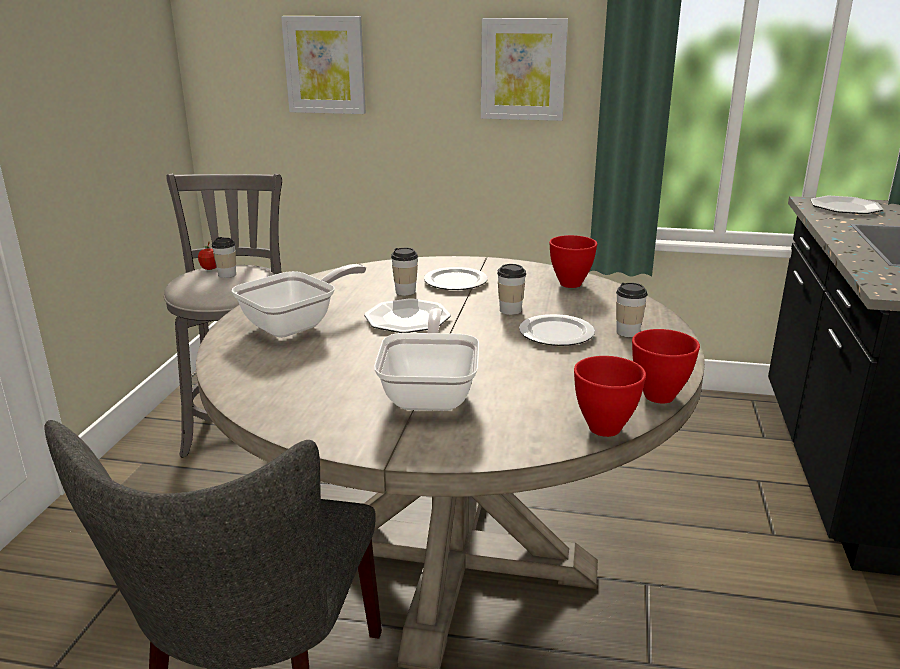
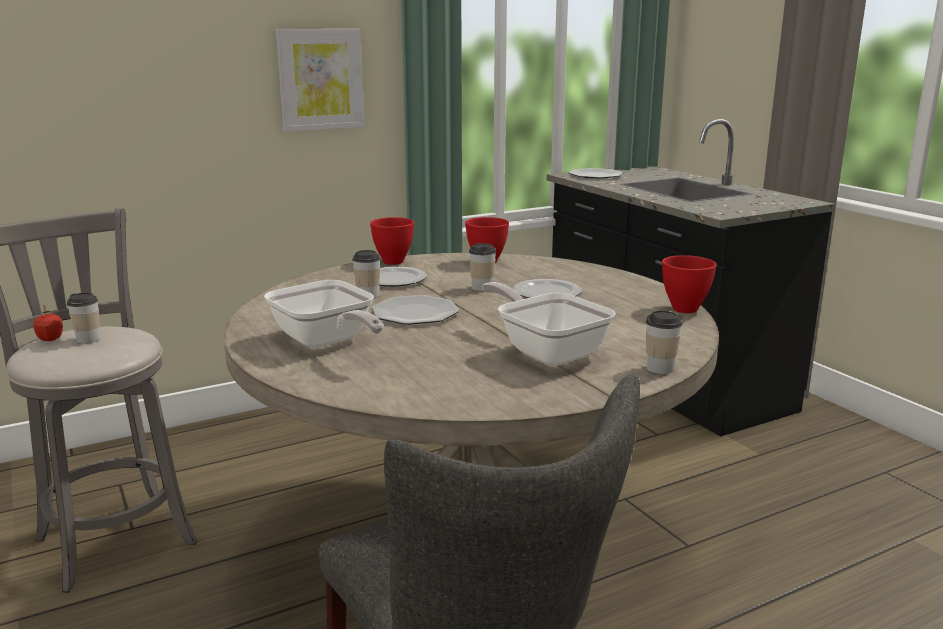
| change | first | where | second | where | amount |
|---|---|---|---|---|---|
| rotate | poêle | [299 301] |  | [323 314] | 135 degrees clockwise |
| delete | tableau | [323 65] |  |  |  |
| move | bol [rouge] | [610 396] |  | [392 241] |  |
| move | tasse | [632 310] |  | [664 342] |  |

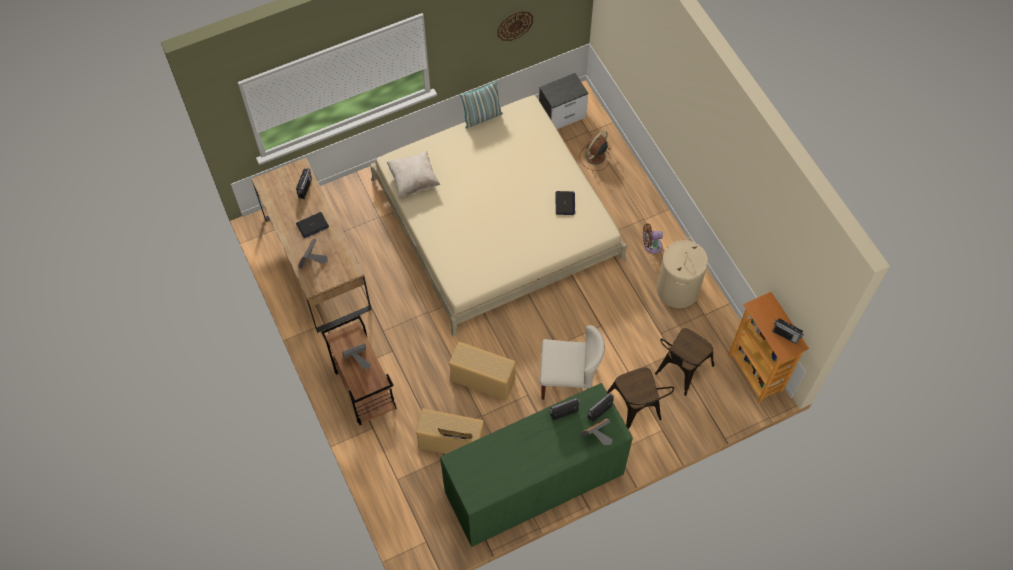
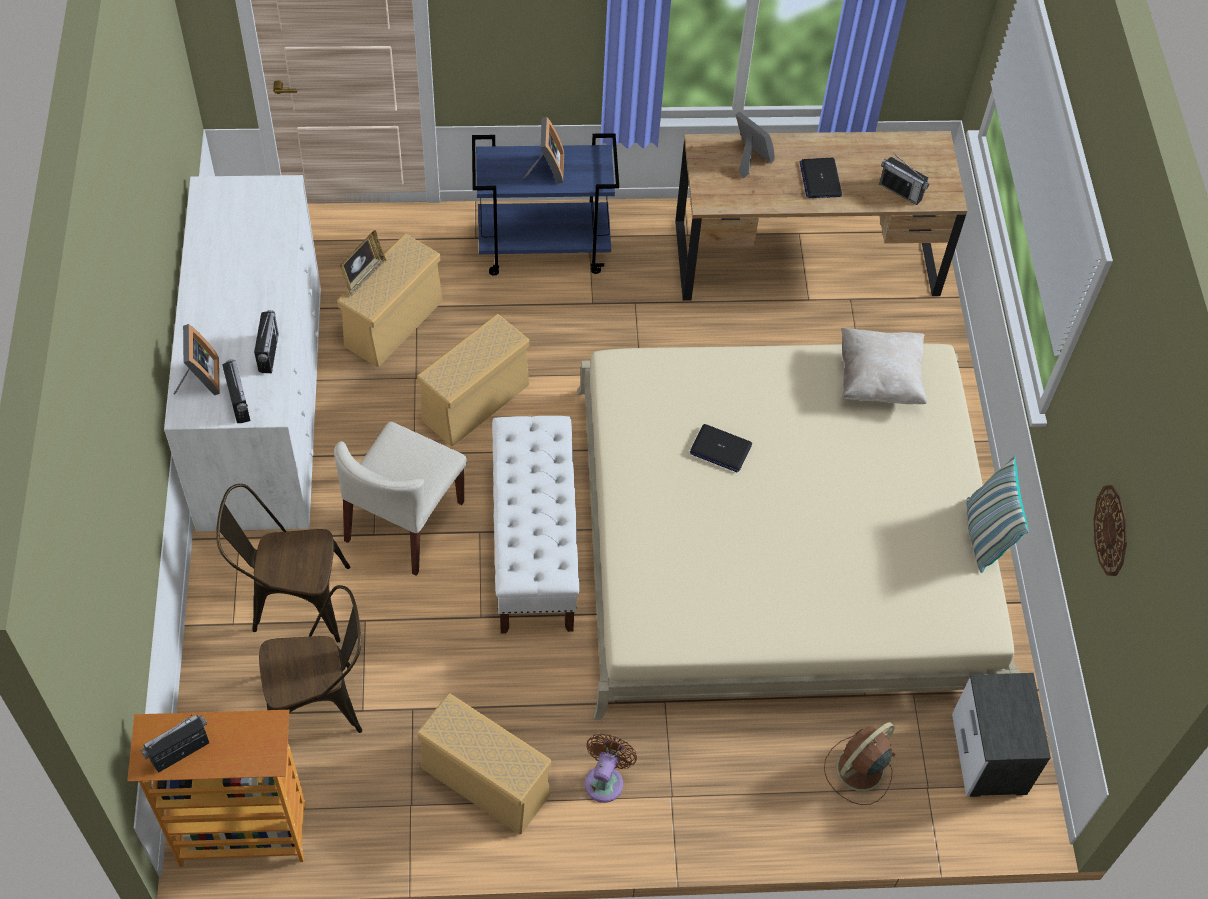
| change | first | where | second | where | amount |
|---|---|---|---|---|---|
| recolor | chariot [marron] | [359 370] | chariot [bleu] | [545 204] |  |
| recolor | commode [vert] | [536 465] | commode [blanc] | [242 353] |  |
| move | ordinateur portable | [565 203] |  | [721 448] |  |
| rotate | ventilateur [marron] | [594 151] |  | [860 763] | 105 degrees counterclockwise |
| rotate | chaise [marron] | [684 362] |  | [310 659] | 105 degrees clockwise |
| replace | panier à linge [beige] | [682 272] | boîte de rangement [beige] | [484 763] |  |
| insert |  |  | banc [blanc] | [535 525] |  |

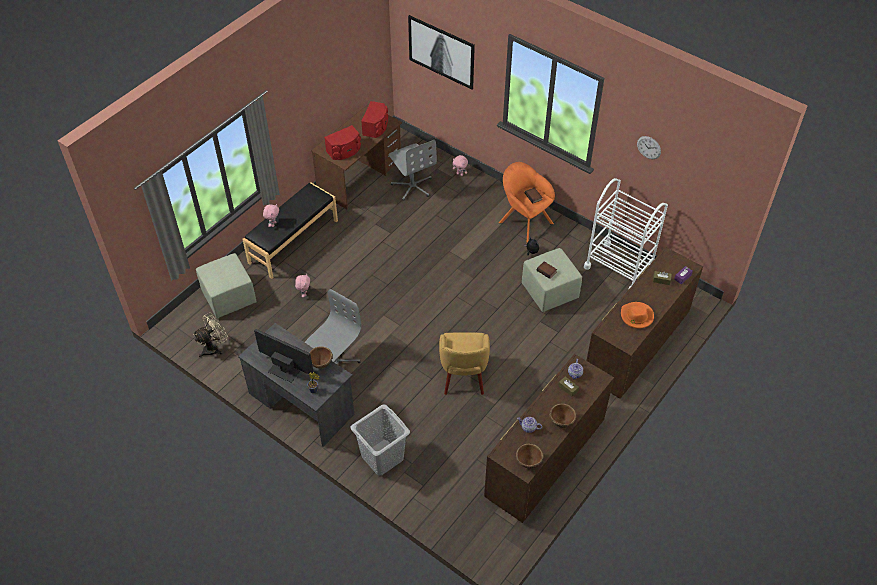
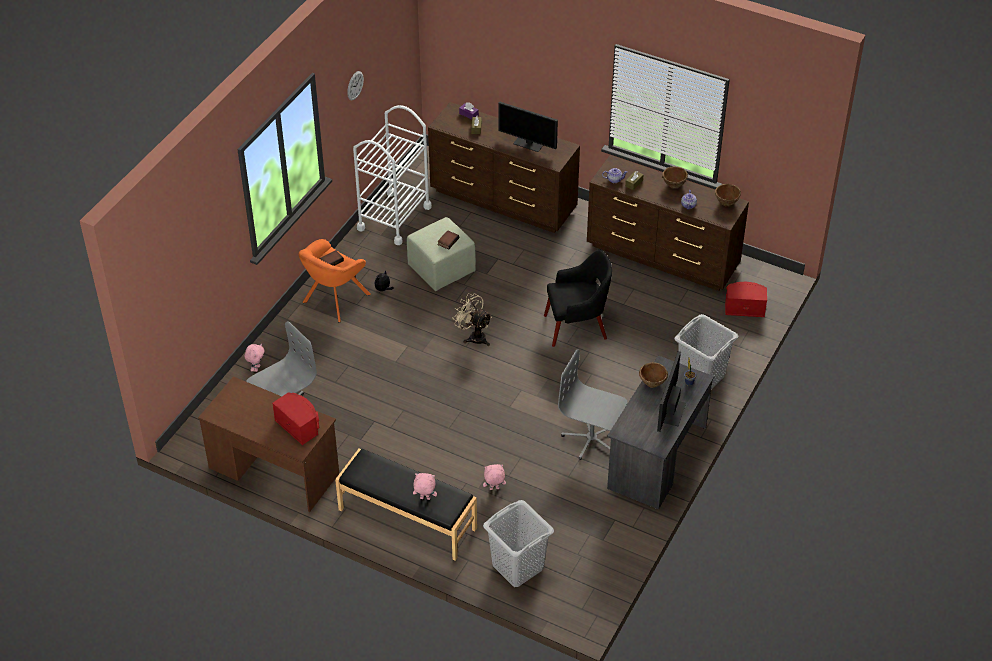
| change | first | where | second | where | amount |
|---|---|---|---|---|---|
| move | ventilateur [beige] | [210 334] |  | [472 319] |  |
| replace | pouf [vert] | [226 285] | panier à linge [gris] | [518 543] |  |
| move | enceinte [rouge] | [374 119] |  | [746 299] |  |
| delete | tableau | [441 52] |  |  |  |
| recolor | fauteuil [jaune] | [464 364] | fauteuil [noir] | [578 298] |  |
| replace | chapeau [orange] | [637 315] | écran d'ordinateur | [528 127] |  |

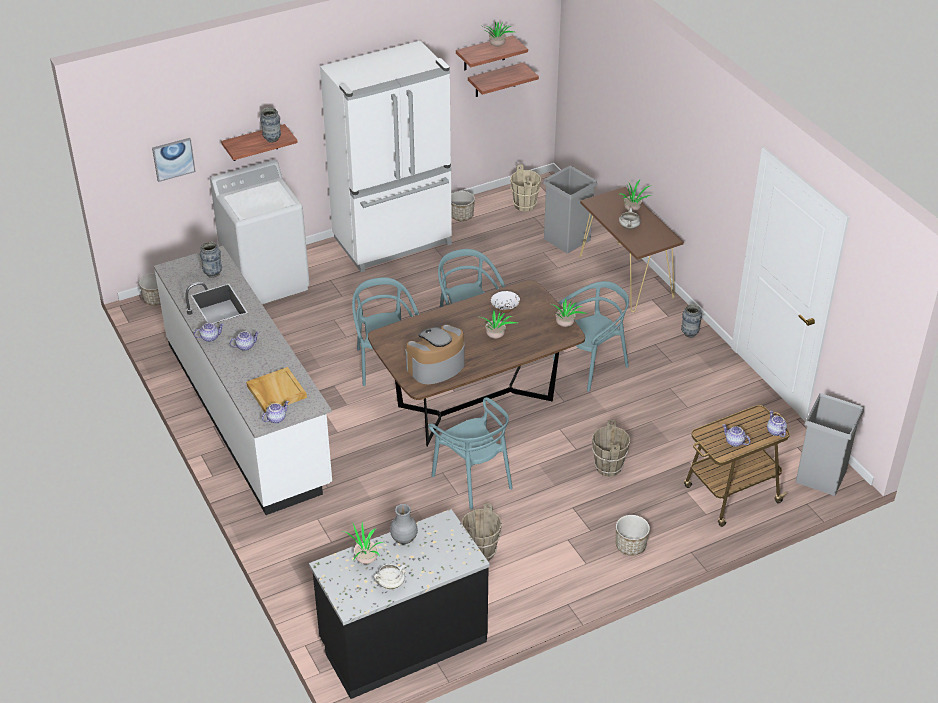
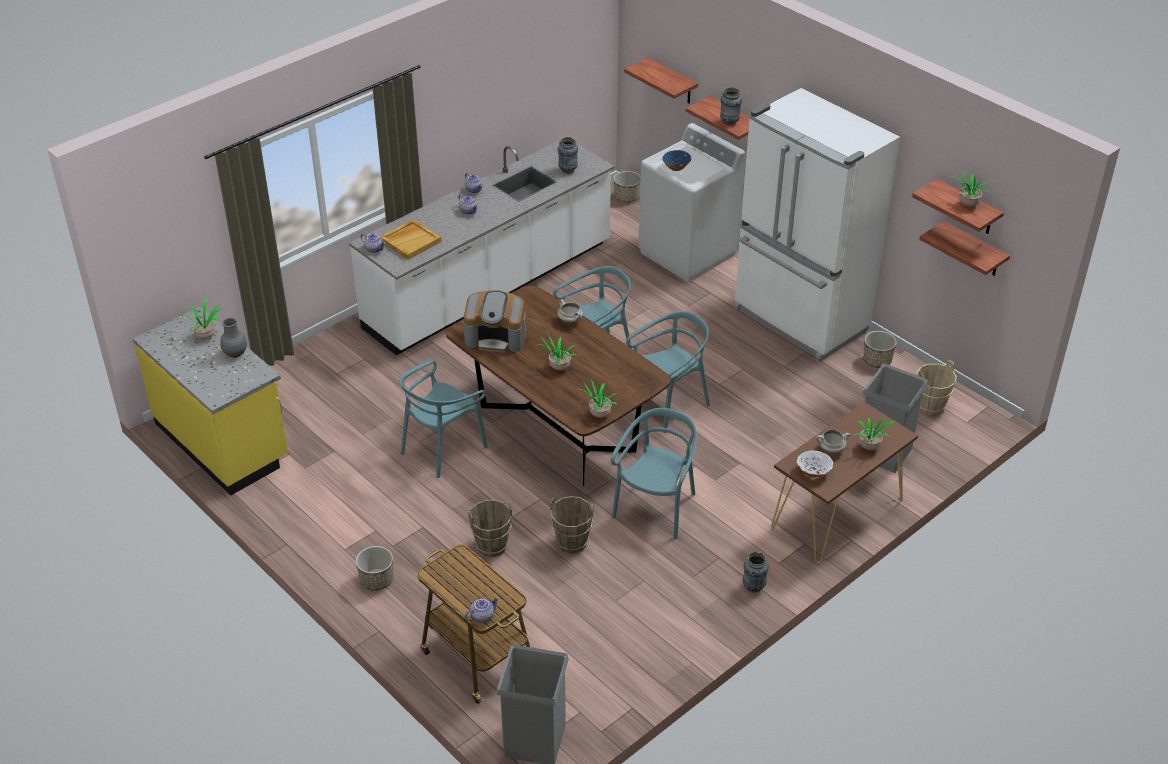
| change | first | where | second | where | amount |
|---|---|---|---|---|---|
| replace | tableau | [174 160] | étagère | [661 81] |  |
| recolor | comptoir de cuisine [noir] | [399 604] | comptoir de cuisine [jaune] | [210 401] |  |
| move | marmite [blanc] | [390 576] |  | [570 311] |  |
| rotate | machine à café | [435 354] |  | [494 322] | 150 degrees clockwise |
| move | seau [marron] | [482 532] |  | [572 524] |  |
| move | bol [blanc] | [505 302] |  | [815 464] |  |
| rotate | chaise [turquoise] | [591 336] |  | [654 474] | 105 degrees counterclockwise |
| delete | théière | [736 435] |  |  |  |
| insert |  |  | bol [bleu] | [677 160] |  |

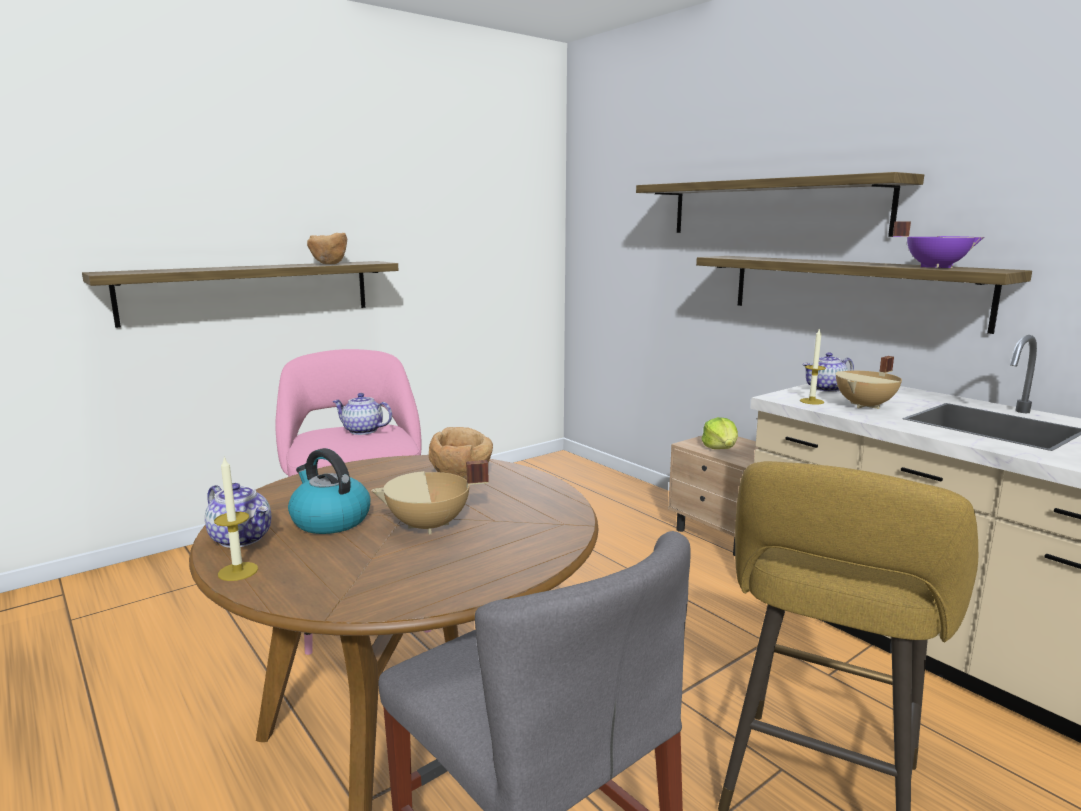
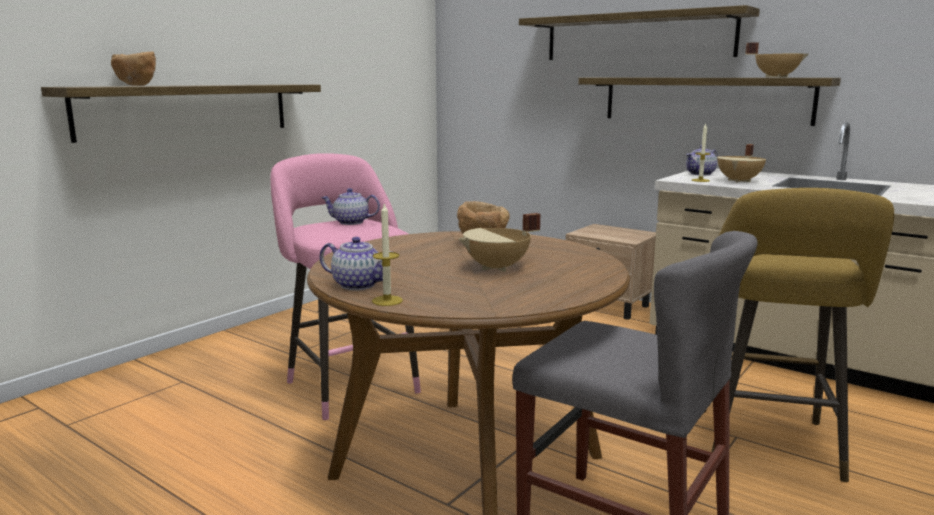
| change | first | where | second | where | amount |
|---|---|---|---|---|---|
| delete | bouilloire | [329 491] |  |  |  |
| move | bol [marron] | [327 248] |  | [133 68] |  |
| delete | laitue | [719 433] |  |  |  |
| recolor | marmite [violet] | [938 245] | marmite [beige] | [777 60] |  |

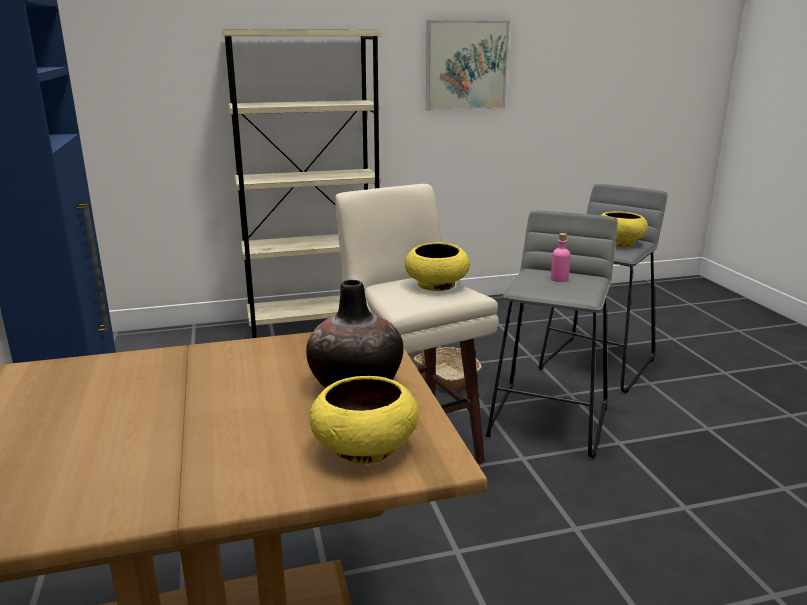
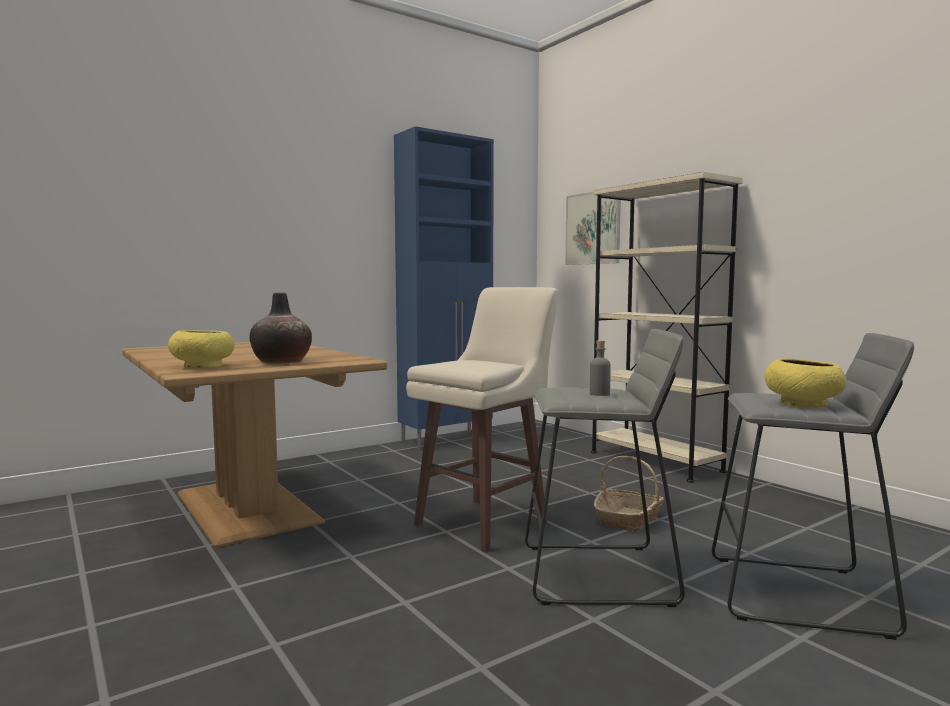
| change | first | where | second | where | amount |
|---|---|---|---|---|---|
| delete | bol [jaune] | [437 266] |  |  |  |
| move | tableau | [468 65] |  | [593 228] |  |
| recolor | bouteille [rose] | [561 257] | bouteille [gris] | [600 368] |  |

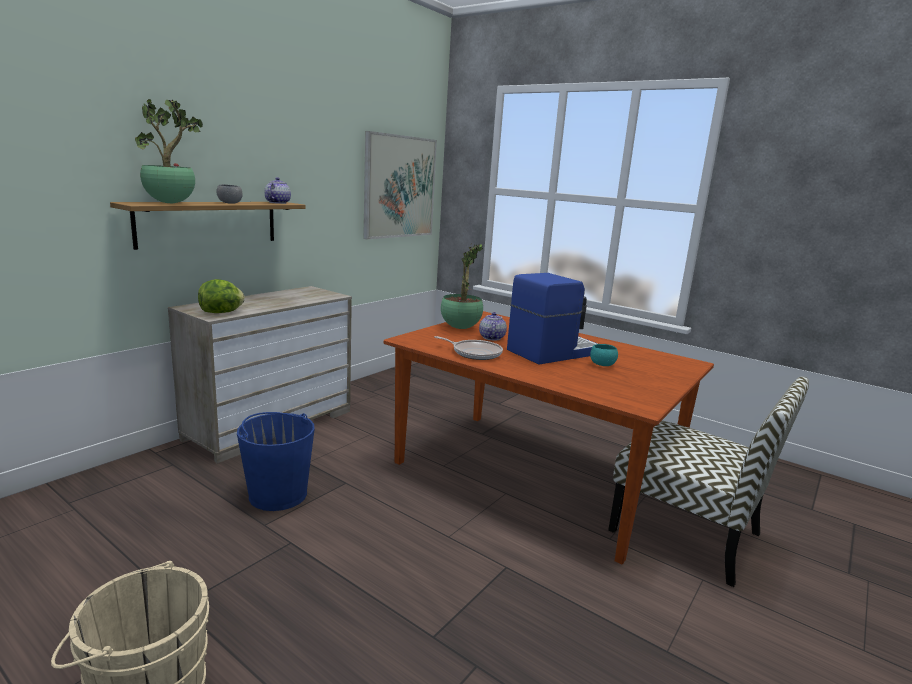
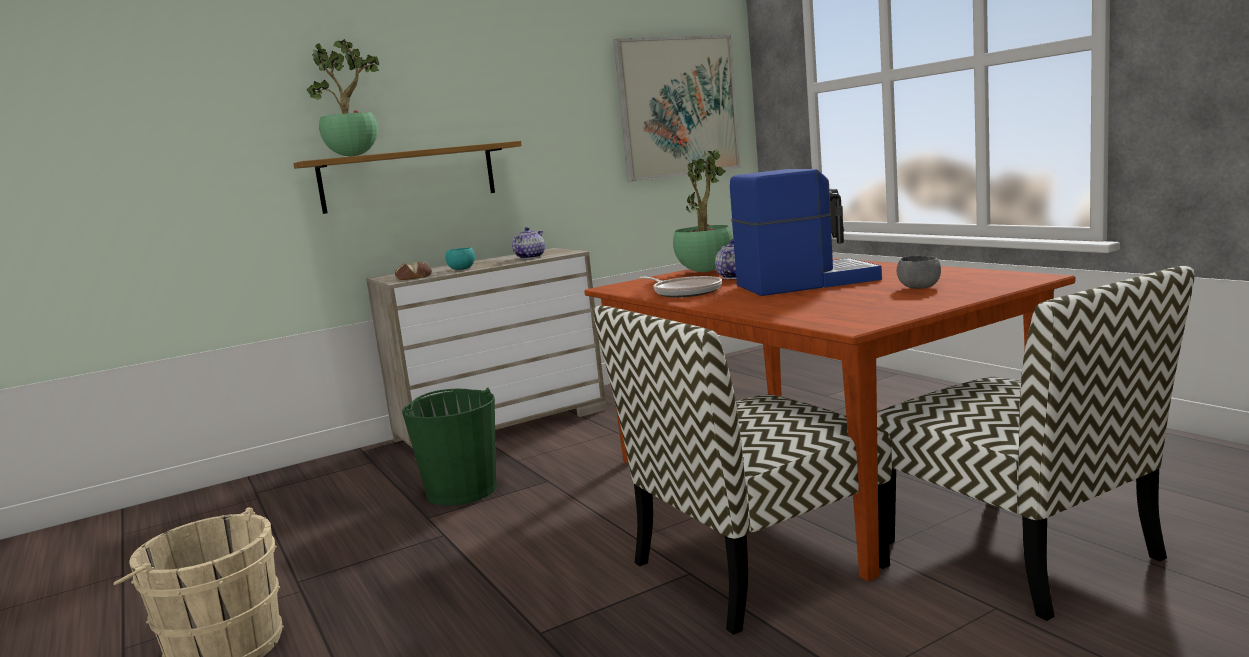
| change | first | where | second | where | amount |
|---|---|---|---|---|---|
| replace | laitue | [221 296] | pain | [413 271] |  |
| move | bol [gris] | [229 194] |  | [919 272] |  |
| recolor | seau [bleu] | [276 461] | seau [vert] | [449 447] |  |
| move | théière | [277 190] |  | [528 243] |  |
| move | bol [turquoise] | [604 355] |  | [460 258] |  |
| insert |  |  | chaise | [743 470] |  |

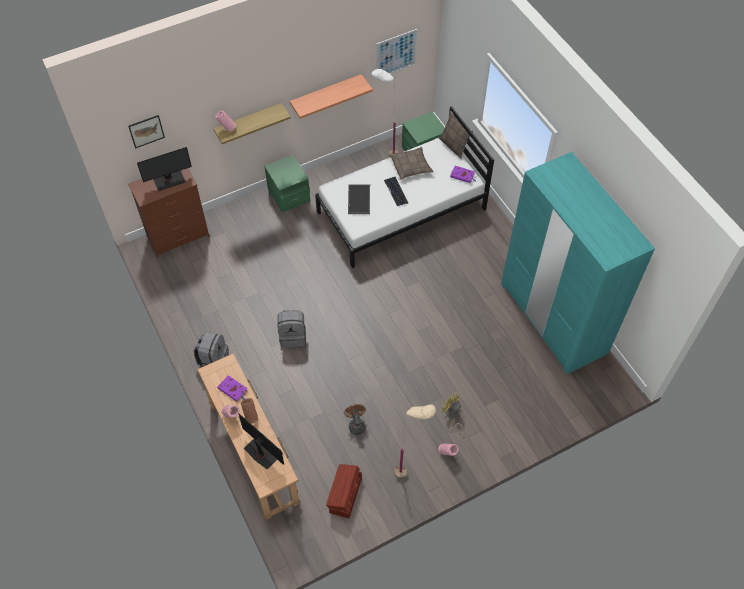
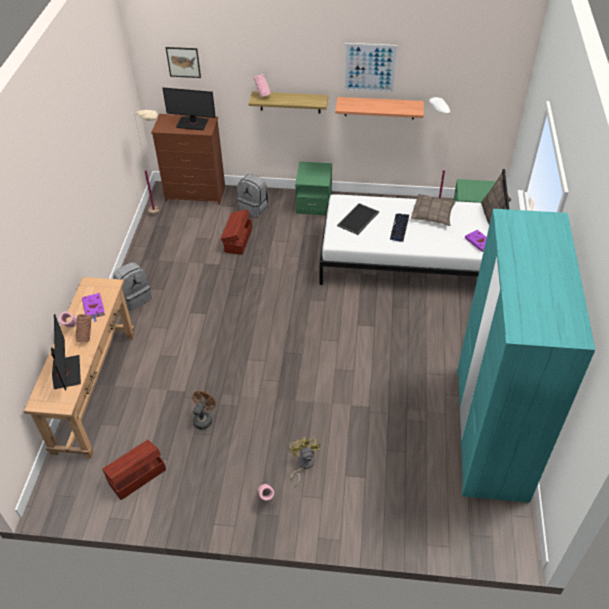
| change | first | where | second | where | amount |
|---|---|---|---|---|---|
| move | sac à dos [gris] | [291 328] |  | [253 195] |  |
| move | tableau | [397 51] |  | [371 68] |  |
| move | lampadaire [beige] | [415 441] |  | [146 162] |  |
| insert |  |  | boîte de rangement [marron] | [236 232] |  |

